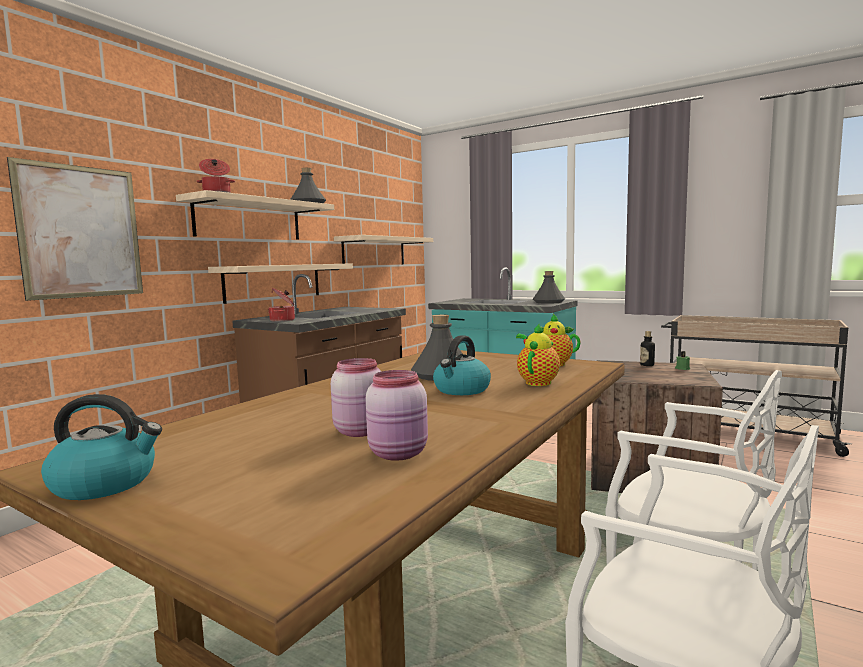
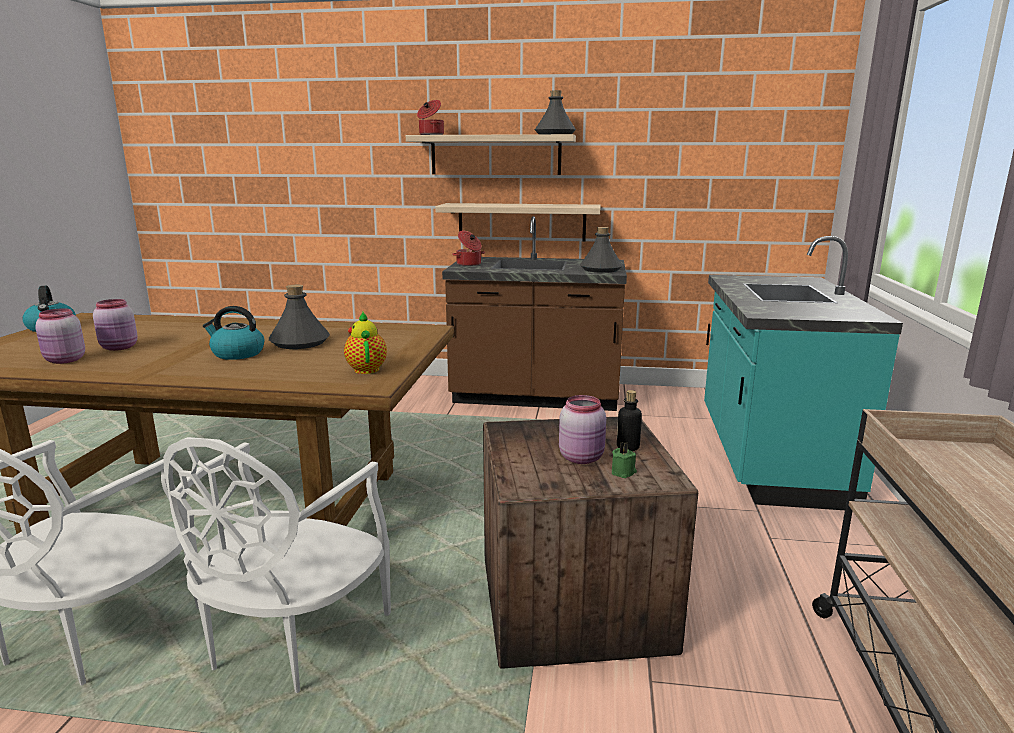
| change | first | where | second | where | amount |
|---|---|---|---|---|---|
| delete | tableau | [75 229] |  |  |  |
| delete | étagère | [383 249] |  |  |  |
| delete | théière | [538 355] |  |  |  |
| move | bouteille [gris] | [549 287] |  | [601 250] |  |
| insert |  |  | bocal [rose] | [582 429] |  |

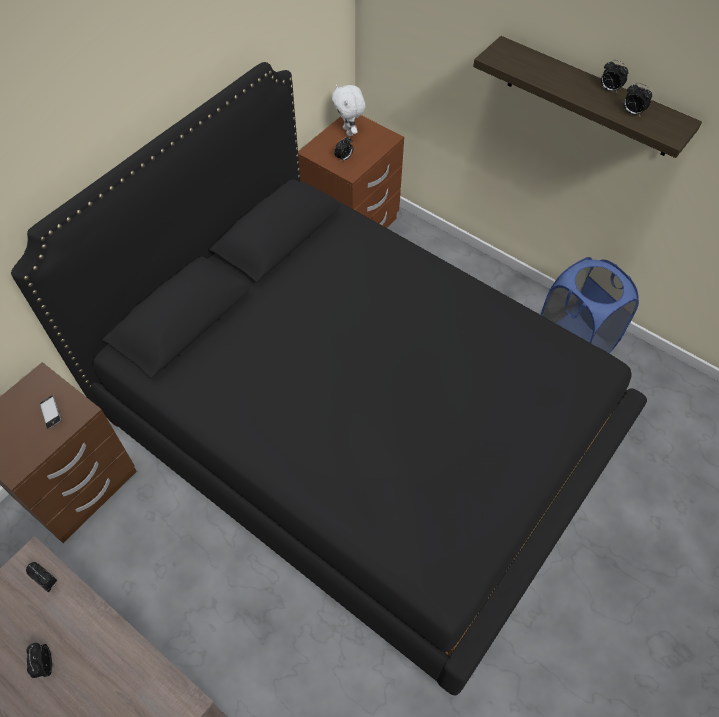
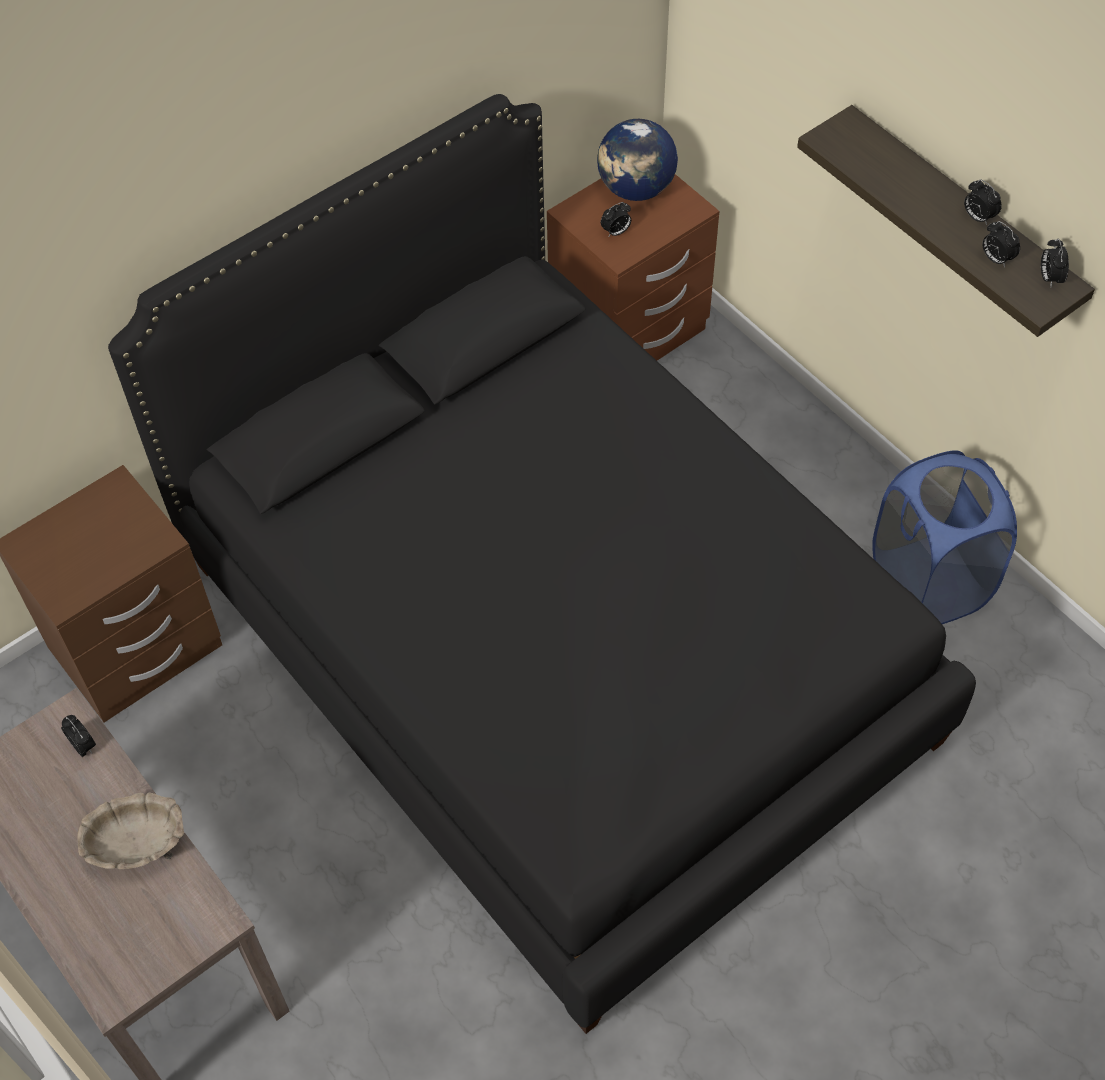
| change | first | where | second | where | amount |
|---|---|---|---|---|---|
| move | réveil | [39 660] |  | [1055 262] |  |
| delete | téléphone | [50 412] |  |  |  |
| replace | peluche [blanc] | [348 110] | globe | [637 160] |  |
| insert |  |  | bol [beige] | [130 831] |  |

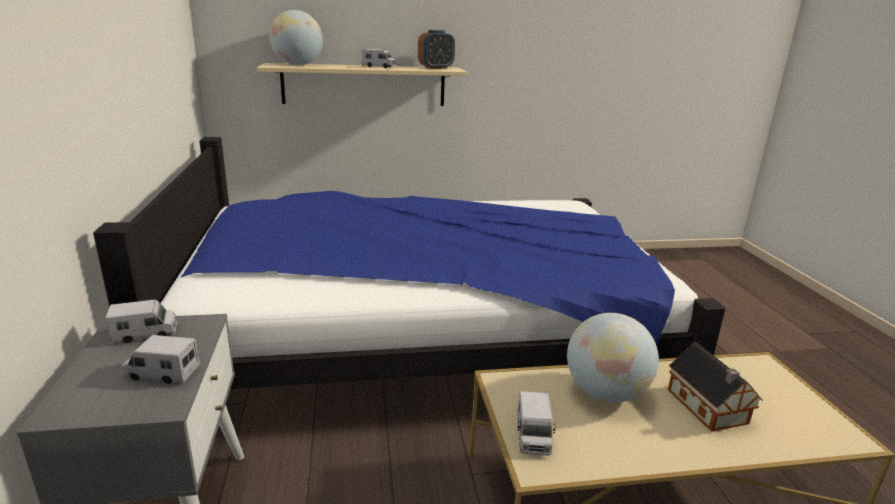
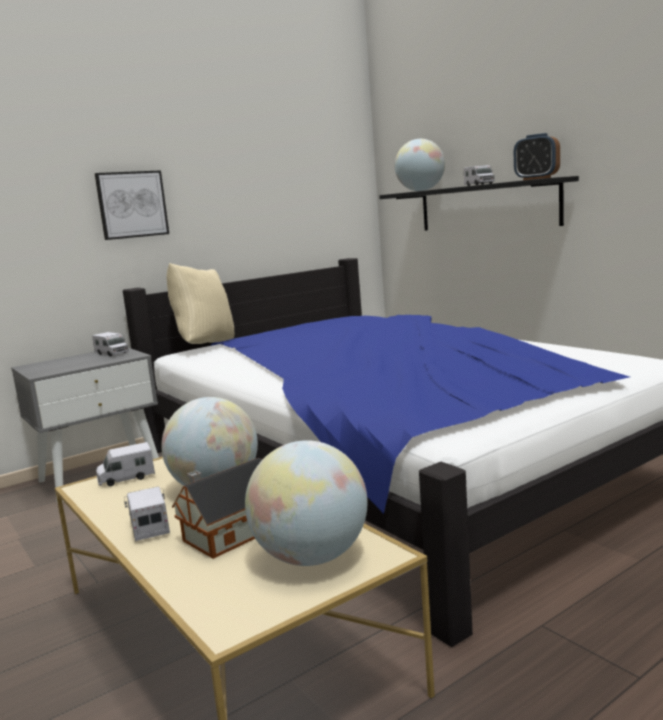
| change | first | where | second | where | amount |
|---|---|---|---|---|---|
| move | camion jouet | [160 359] |  | [147 513] |  |
| recolor | étagère [beige] | [362 84] | étagère [noir] | [479 203] |  |
| insert |  |  | tableau | [132 205] |  |
| insert |  |  | coussin [beige] | [200 303] |  |
| insert |  |  | globe | [306 503] |  |

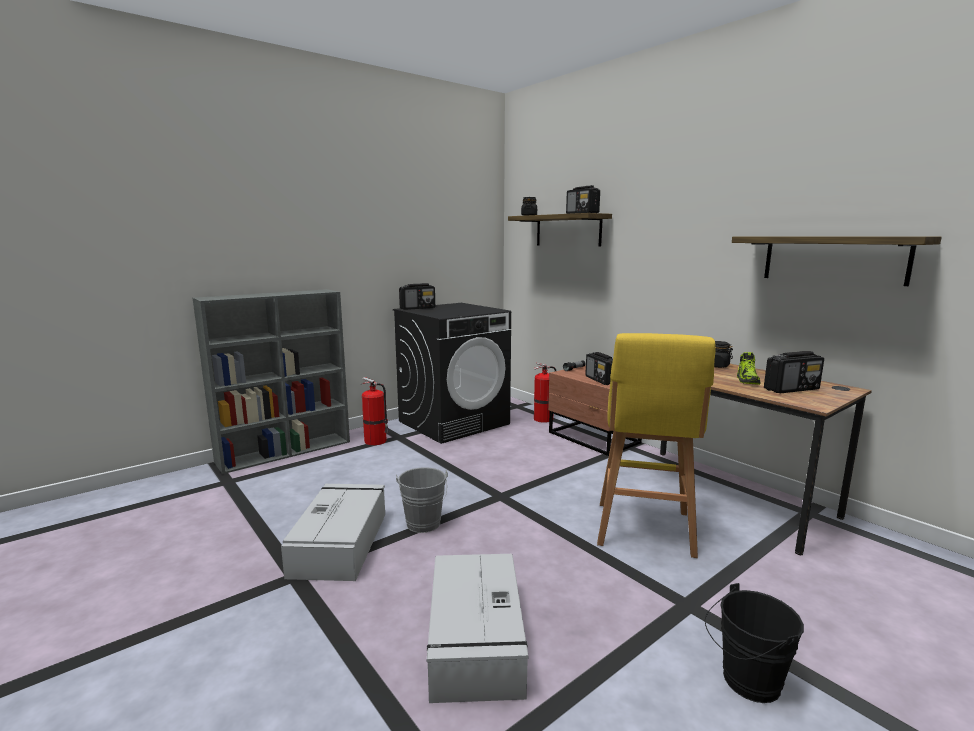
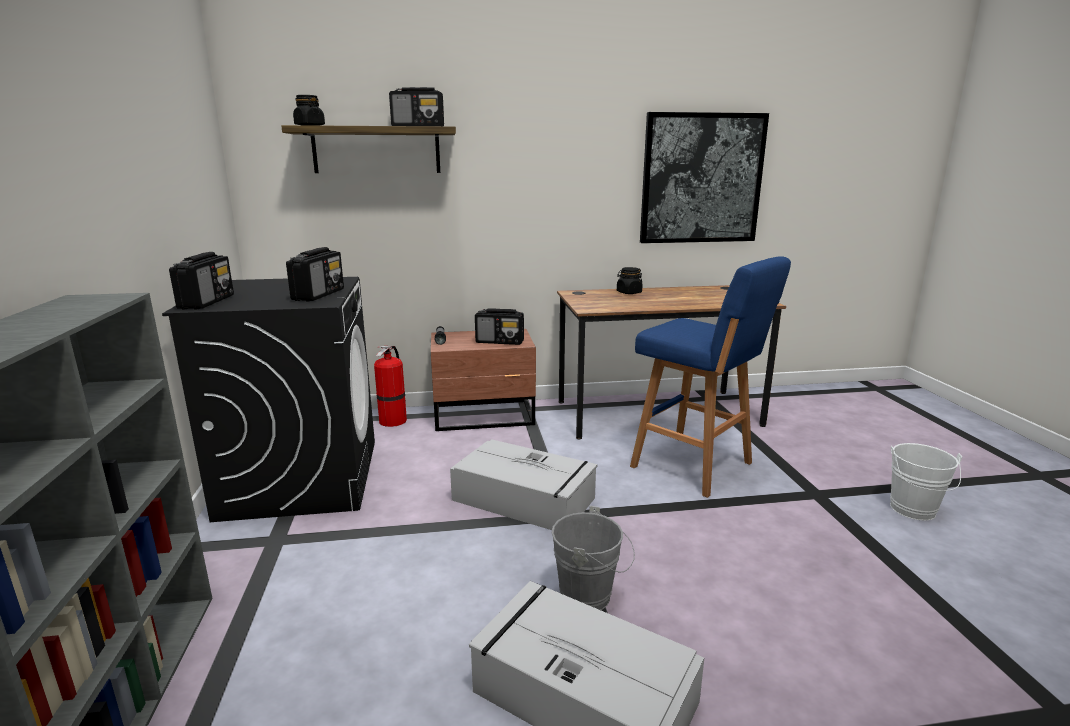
| change | first | where | second | where | amount |
|---|---|---|---|---|---|
| delete | extincteur | [374 411] |  |  |  |
| move | boîte de rangement [gris] | [478 628] |  | [523 485] |  |
| recolor | tabouret [jaune] | [656 445] | tabouret [bleu] | [710 377] |  |
| recolor | seau [noir] | [754 643] | seau [blanc] | [926 482] |  |
| replace | étagère | [837 261] | tableau | [704 177] |  |
| delete | chaussure | [748 368] |  |  |  |
| move | radio | [794 372] |  | [315 274] |  |

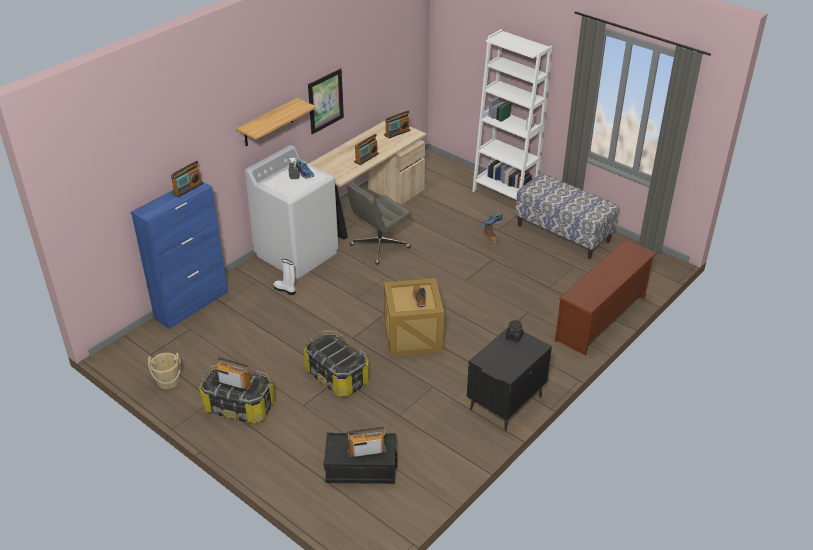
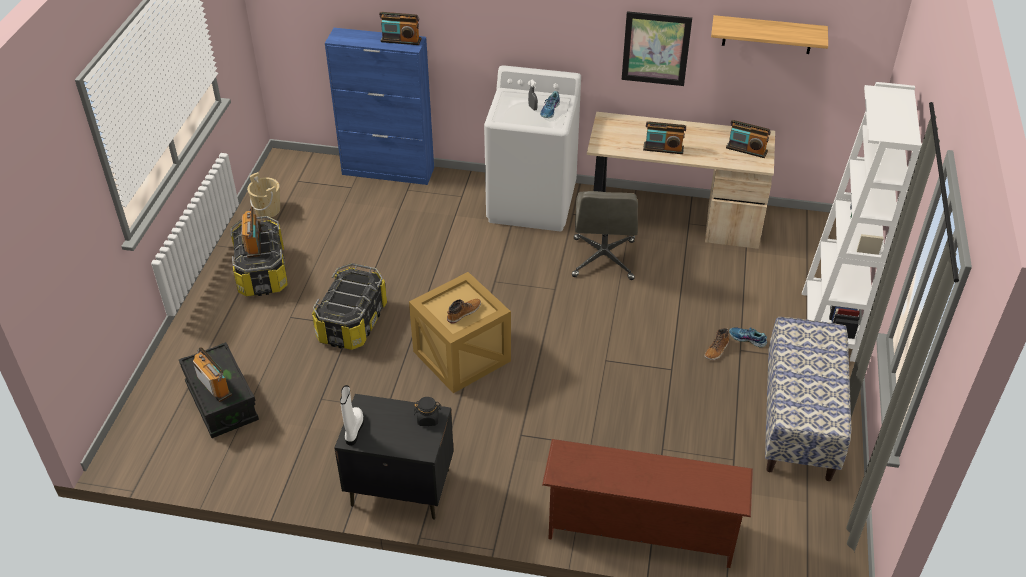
| change | first | where | second | where | amount |
|---|---|---|---|---|---|
| move | étagère | [276 122] |  | [769 34] |  |
| move | botte [blanc] | [284 277] |  | [352 415] |  |
| rotate | chaise de bureau [gris] | [379 223] |  | [605 235] | 105 degrees counterclockwise |

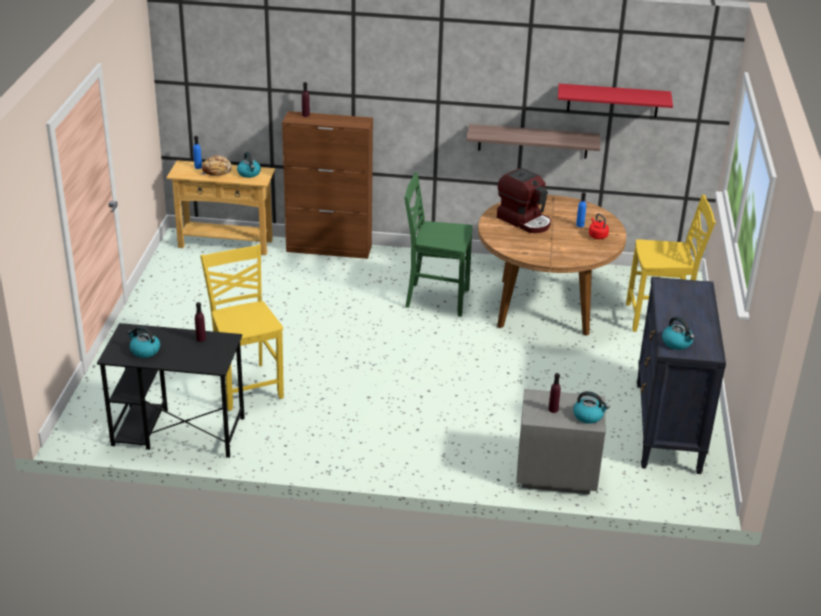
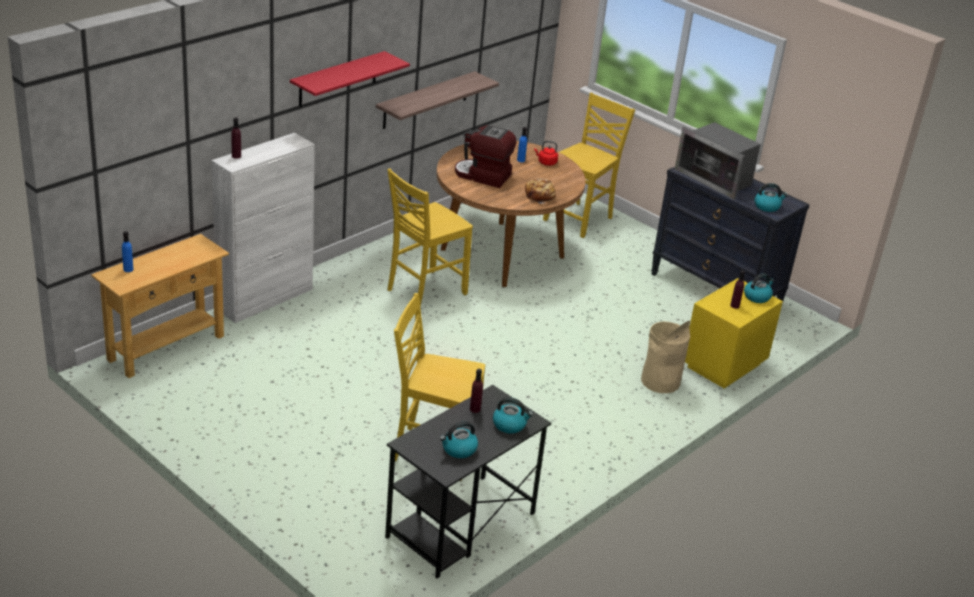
| change | first | where | second | where | amount |
|---|---|---|---|---|---|
| move | pain | [216 166] |  | [540 191] |  |
| move | bouilloire | [249 165] |  | [513 415] |  |
| recolor | meuble de rangement [marron] | [327 185] | meuble de rangement [blanc] | [263 228] |  |
| recolor | chaise [vert] | [438 244] | chaise [jaune] | [430 237] |  |
| rotate | machine à café | [524 200] |  | [485 156] | 150 degrees counterclockwise |
| recolor | table de chevet [gris] | [561 441] | table de chevet [jaune] | [734 333] |  |
| move | étagère [rouge] | [615 101] |  | [350 79] |  |
| insert |  |  | poubelle [beige] | [665 357] |  |
| insert |  |  | micro-ondes | [718 161] |  |

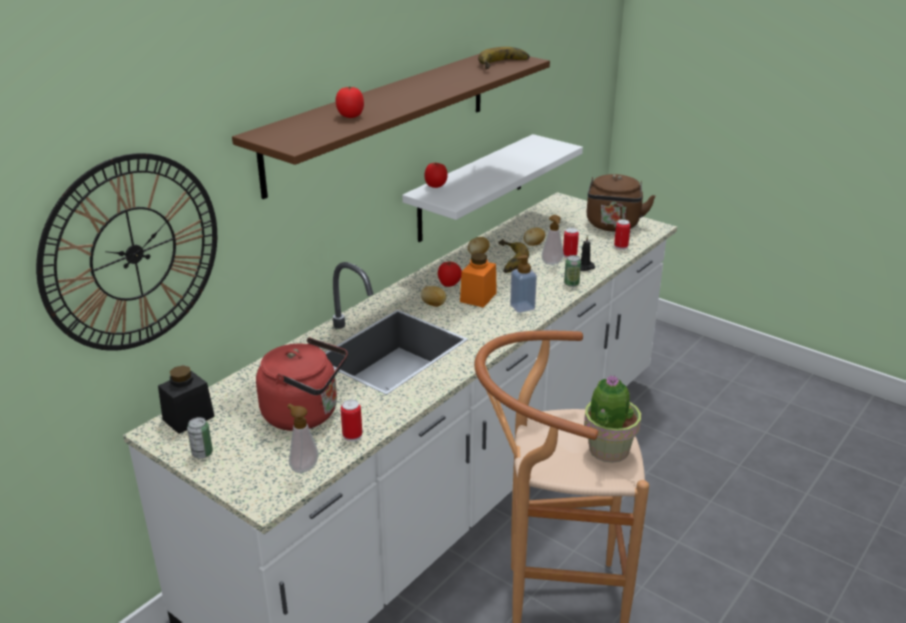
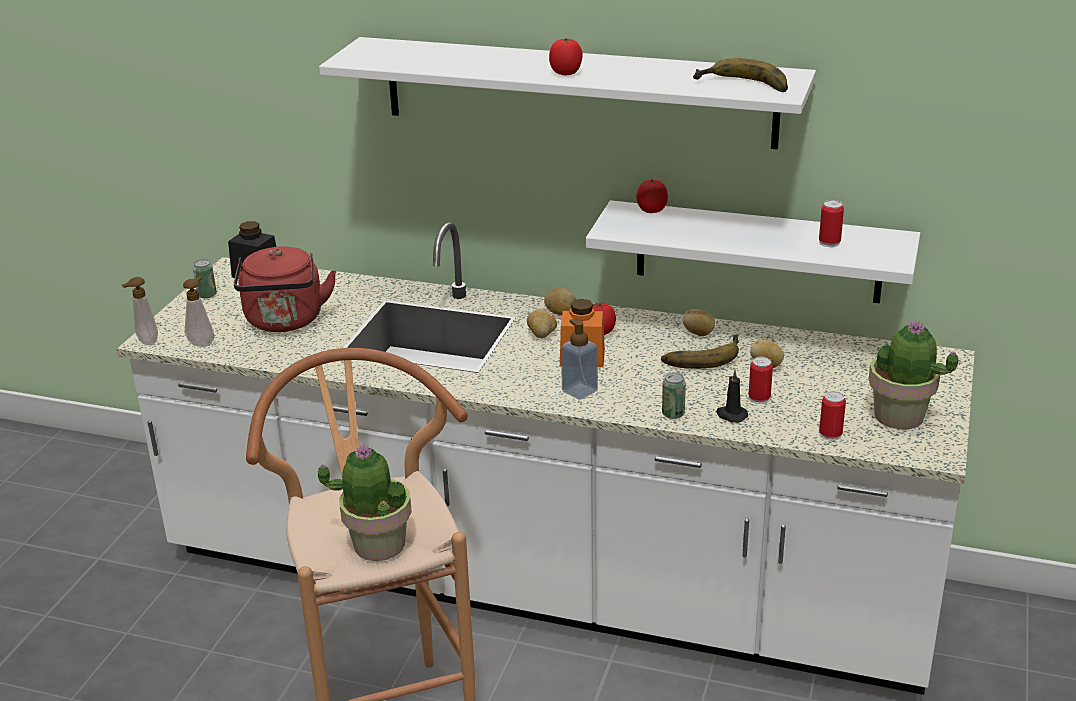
| change | first | where | second | where | amount |
|---|---|---|---|---|---|
| delete | horloge murale | [126 252] |  |  |  |
| recolor | étagère [marron] | [391 126] | étagère [blanc] | [567 93] |  |
| move | tomate | [349 102] |  | [566 56] |  |
| move | boîte métallique | [351 420] |  | [831 223] |  |
| move | distributeur de savon | [552 240] |  | [139 311] |  |
| replace | bouilloire [marron] | [621 203] | plante en pot | [914 374] |  |
| insert |  |  | pomme de terre | [560 301] |  |

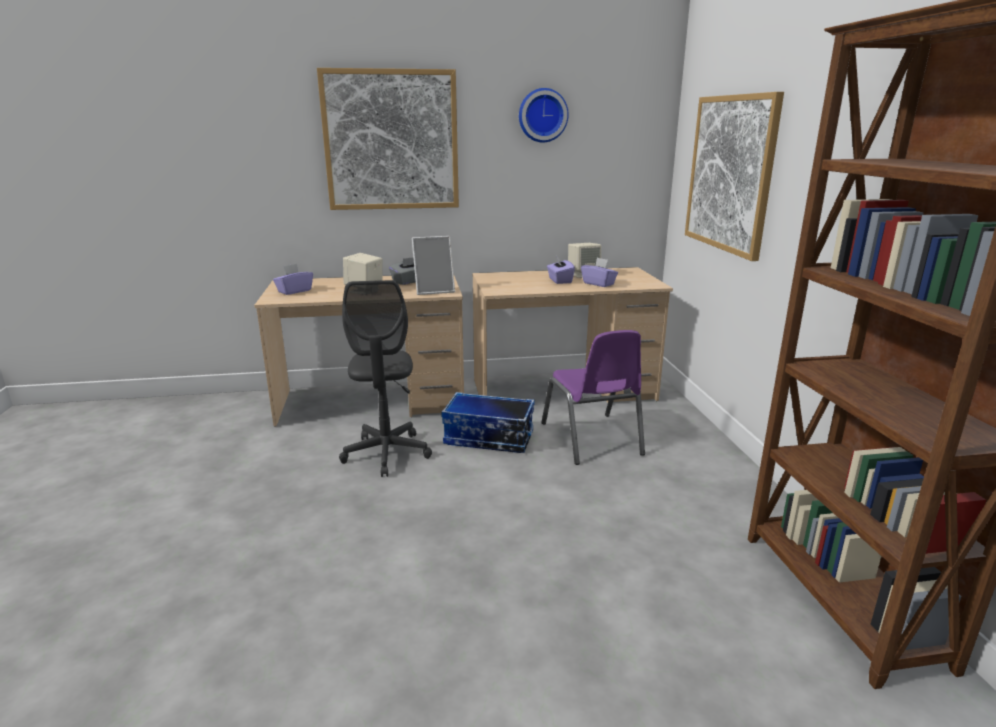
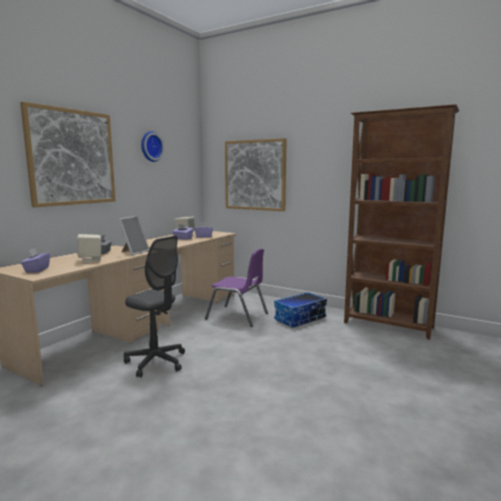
| change | first | where | second | where | amount |
|---|---|---|---|---|---|
| move | boîte de rangement | [488 422] |  | [300 310] |  |

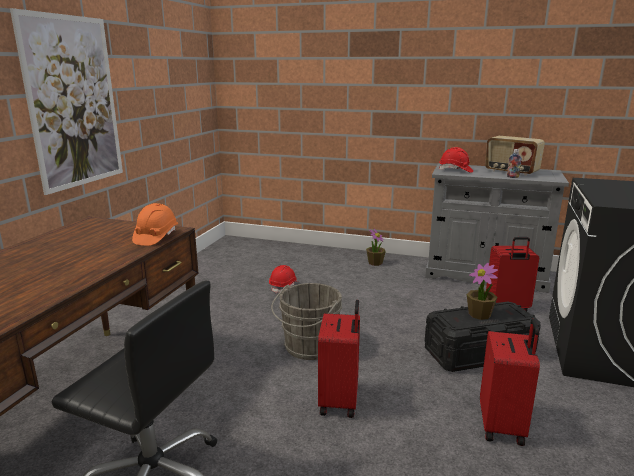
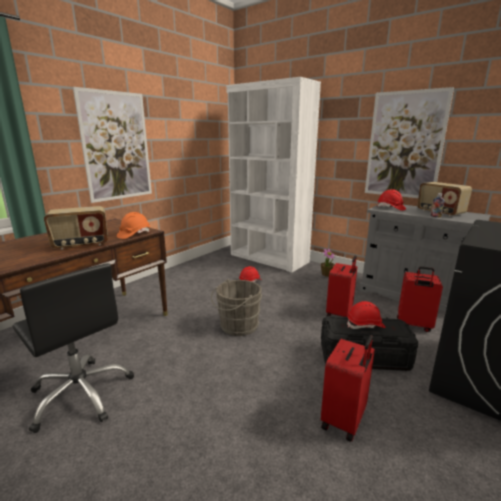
| change | first | where | second | where | amount |
|---|---|---|---|---|---|
| move | valise [rouge] | [339 359] |  | [341 286] |  |
| replace | plante en pot | [482 291] | casque de chantier [rouge] | [366 315] |  |
| insert |  |  | radio | [76 228] |  |
| insert |  |  | bibliothèque [blanc] | [273 175] |  |
| insert |  |  | tableau | [409 142] |  |

